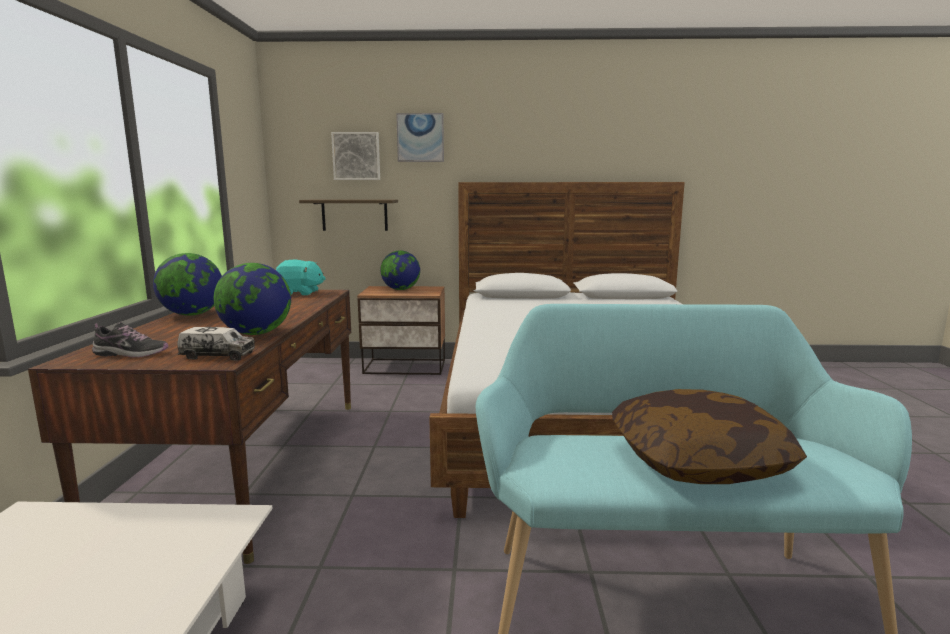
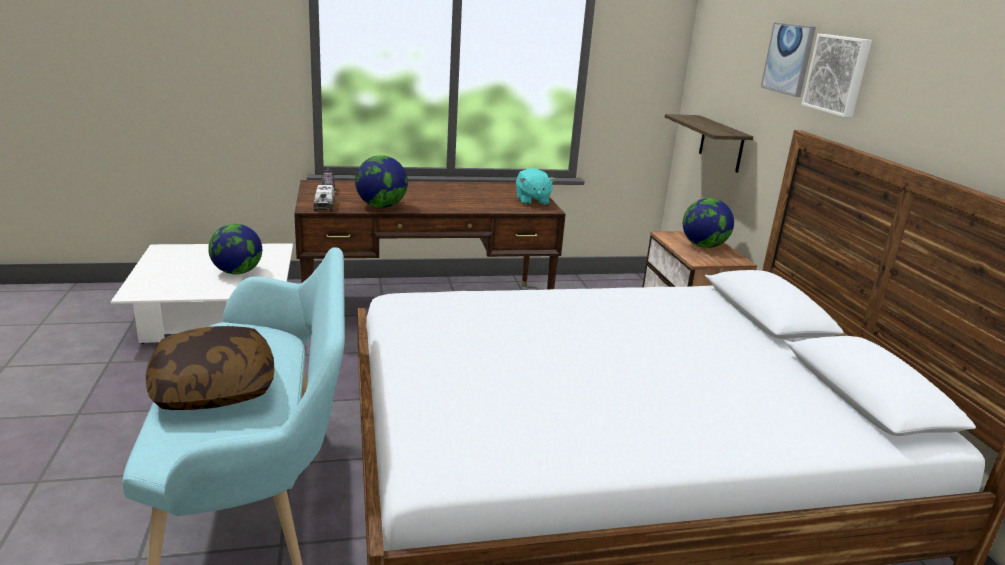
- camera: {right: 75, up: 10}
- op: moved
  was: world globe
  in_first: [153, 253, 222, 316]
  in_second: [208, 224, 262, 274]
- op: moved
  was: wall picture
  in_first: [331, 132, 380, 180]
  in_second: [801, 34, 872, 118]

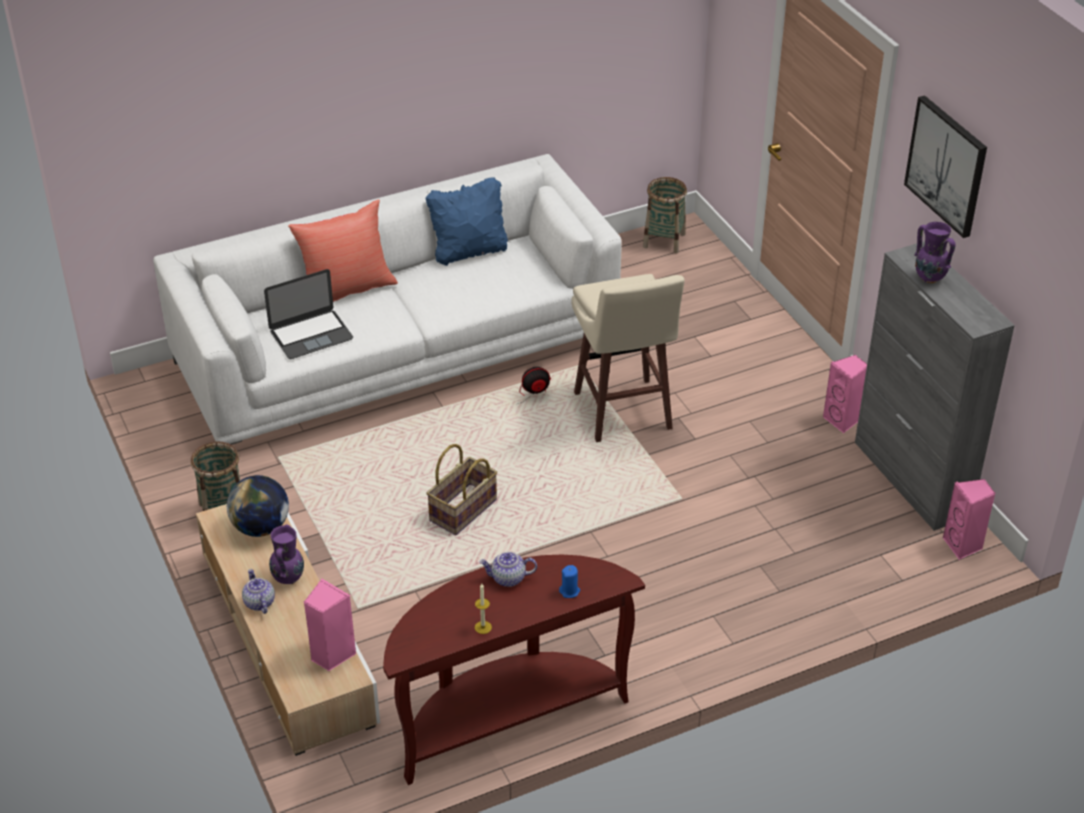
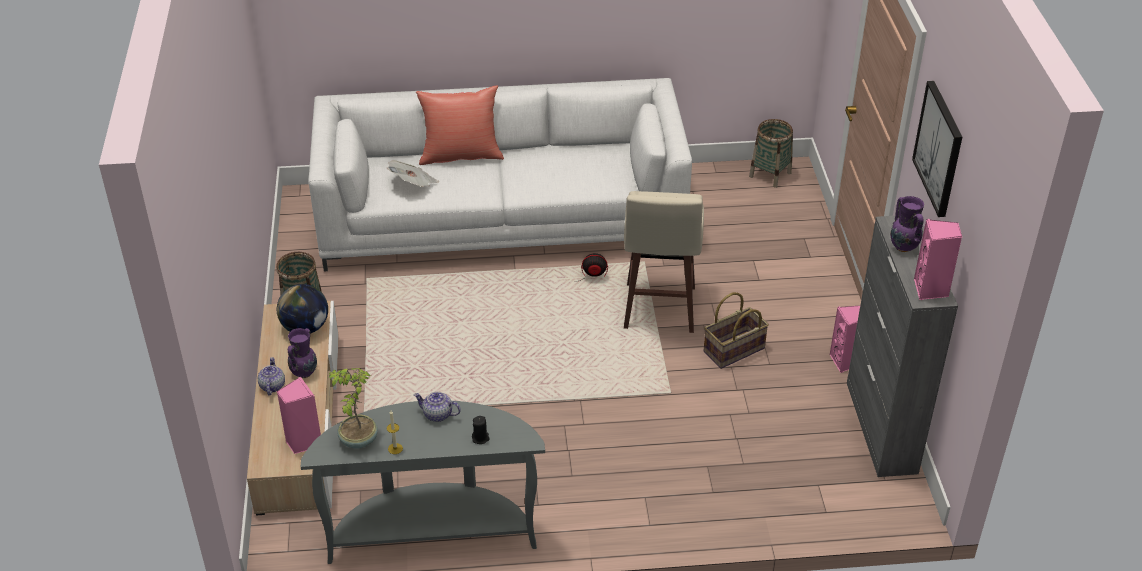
- camera: {right: 20, up: 0}
- op: removed
  was: throw pillow (blue-coloured)
  in_first: [425, 177, 508, 266]
- op: added
  now: plant in a pot
  in_second: [328, 368, 378, 448]
- op: moved
  was: storage basket
  in_first: [427, 444, 497, 535]
  in_second: [704, 292, 769, 369]
- op: moved
  was: loudspeaker (pink-coloured)
  in_first: [943, 479, 995, 560]
  in_second: [914, 219, 962, 300]
- op: replaced
  was: portable computer
  now: printed paper
  in_first: [264, 269, 353, 359]
  in_second: [387, 160, 439, 187]
- op: recoloured
  was: console table (brown)
  now: console table (greyish)
  in_first: [383, 554, 645, 785]
  in_second: [301, 401, 545, 564]
- op: recoloured
  was: wax candle (blue-coloured)
  now: wax candle (black-coloured)
  in_first: [559, 565, 580, 598]
  in_second: [472, 416, 490, 444]

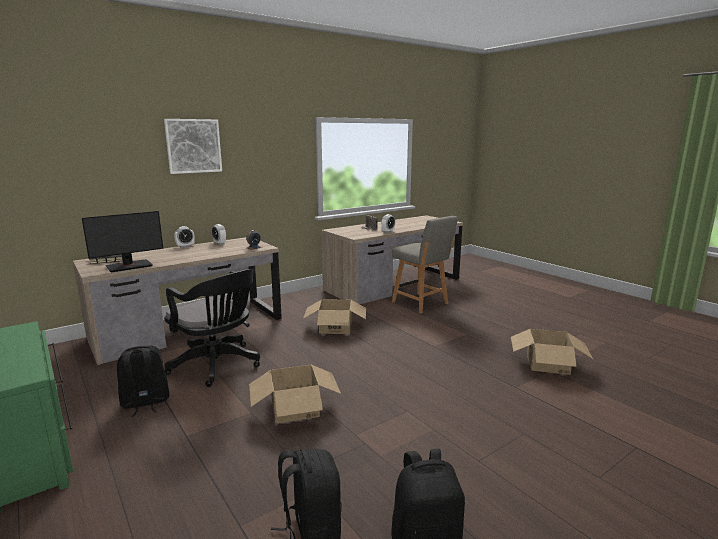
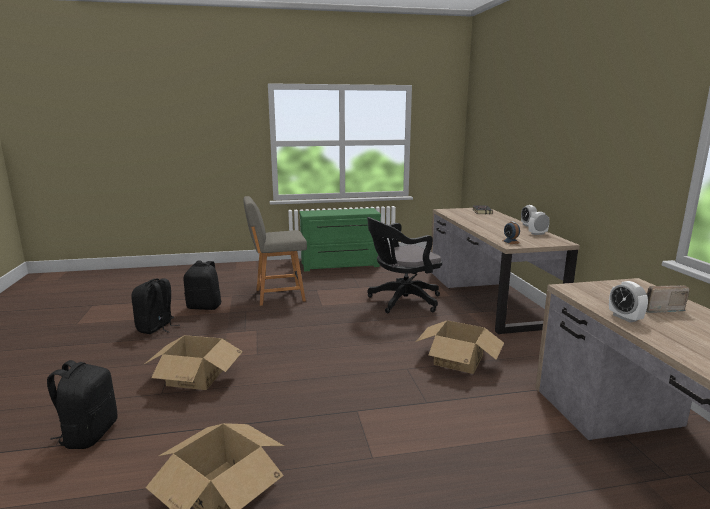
- camera: {right: 115, up: 0}
- op: removed
  was: computer screen
  in_first: [82, 211, 163, 272]
- op: removed
  was: wall picture
  in_first: [164, 119, 222, 174]
- op: moved
  was: knapsack (black-coloured)
  in_first: [117, 345, 169, 417]
  in_second: [47, 360, 118, 449]
- op: moved
  was: cardboard box
  in_first: [249, 365, 341, 424]
  in_second: [145, 335, 243, 390]
- op: moved
  was: chair (greyish)
  in_first: [392, 216, 458, 313]
  in_second: [243, 196, 307, 306]

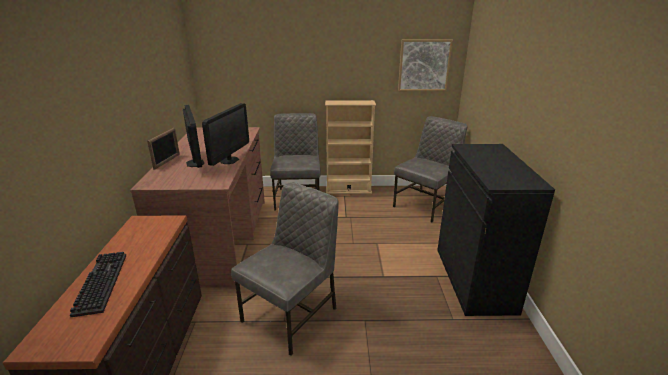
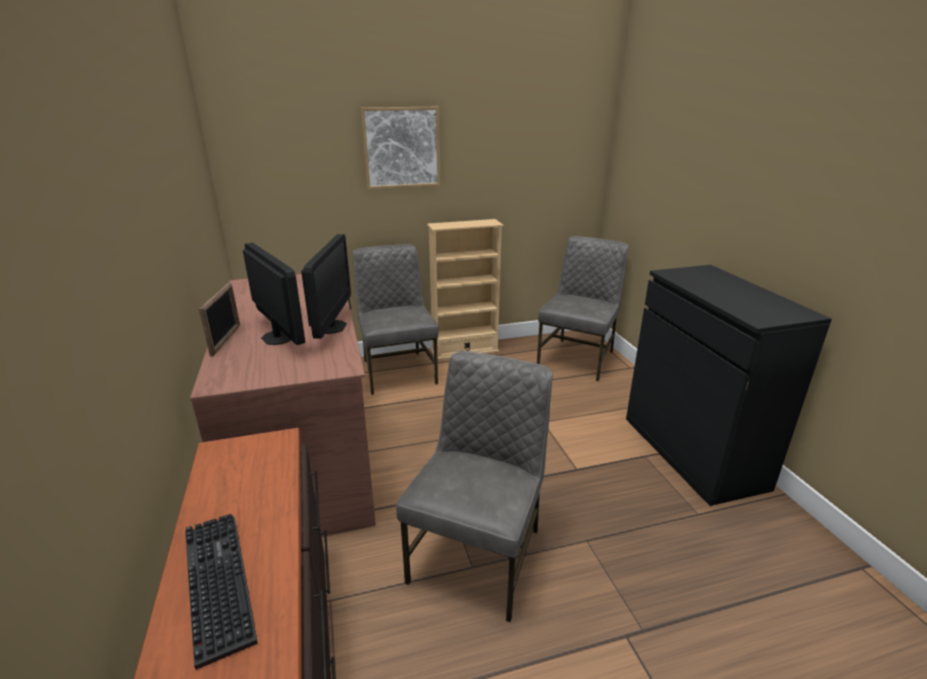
- camera: {right: -15, up: 0}
- op: moved
  was: wall picture
  in_first: [398, 39, 453, 91]
  in_second: [361, 107, 440, 189]

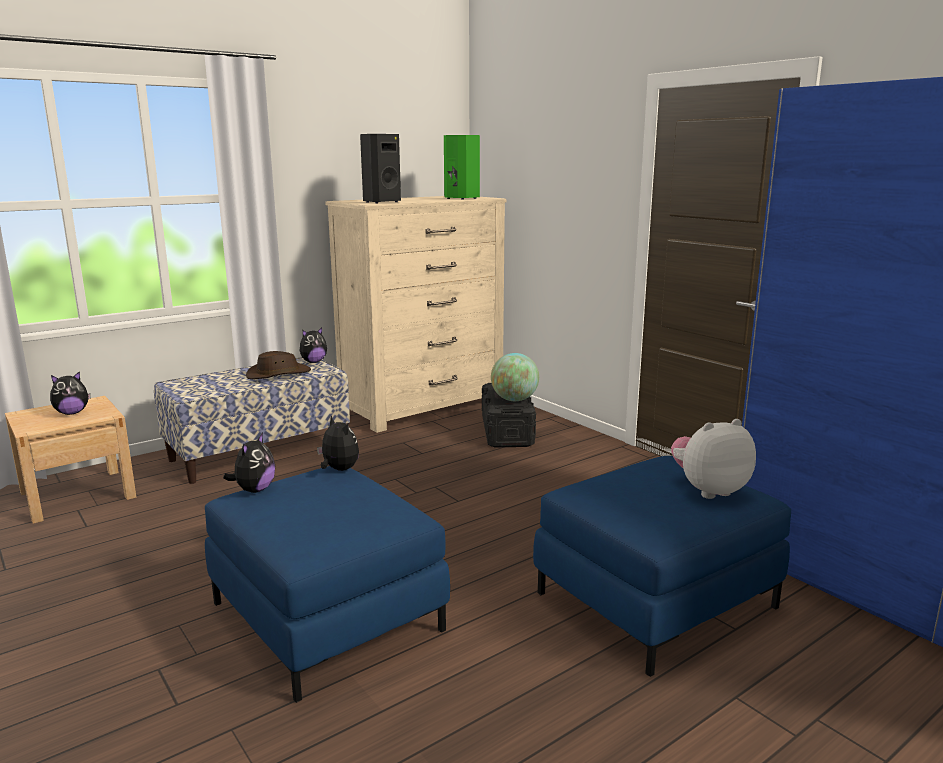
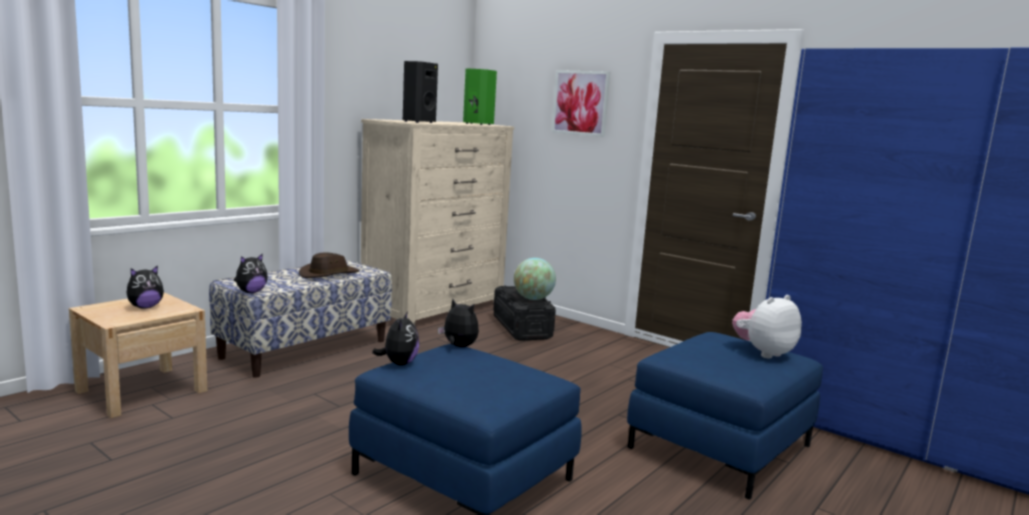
- camera: {right: -15, up: -5}
- op: added
  now: wall picture
  in_second: [552, 70, 610, 137]
- op: moved
  was: plush toy
  in_first: [300, 327, 327, 363]
  in_second: [234, 253, 268, 293]

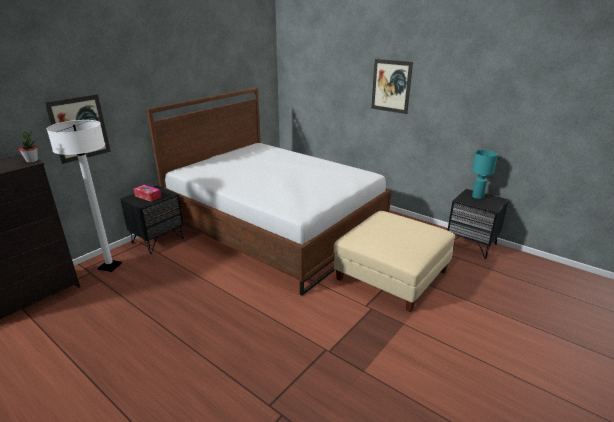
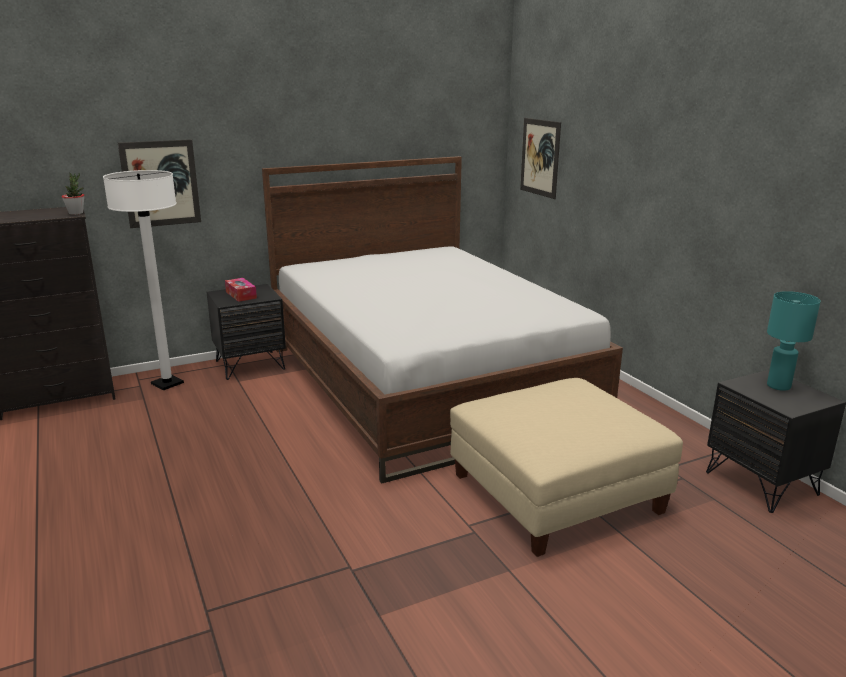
- camera: {right: 25, up: -5}
- op: moved
  was: wall picture
  in_first: [371, 59, 413, 114]
  in_second: [520, 118, 561, 199]

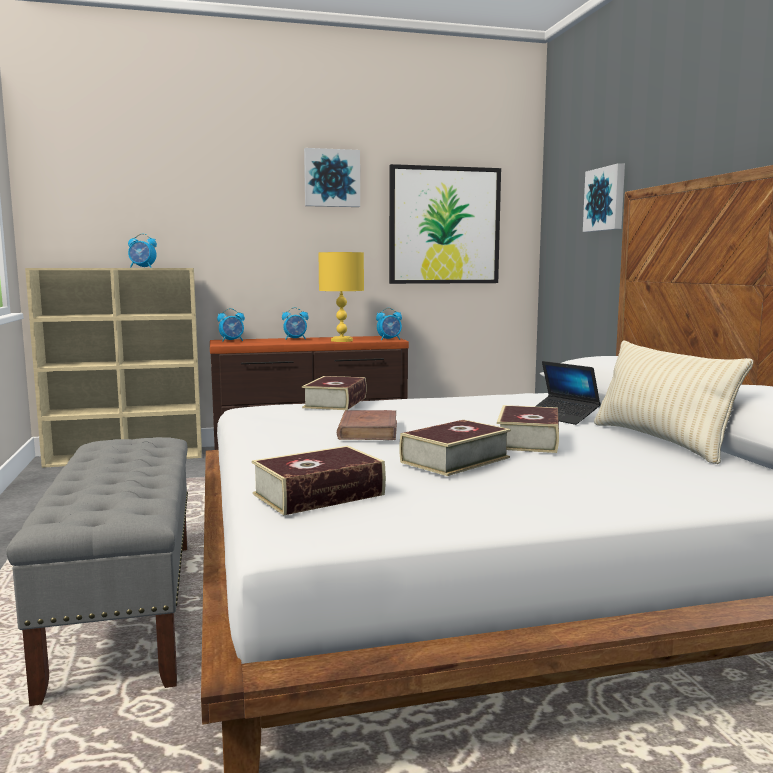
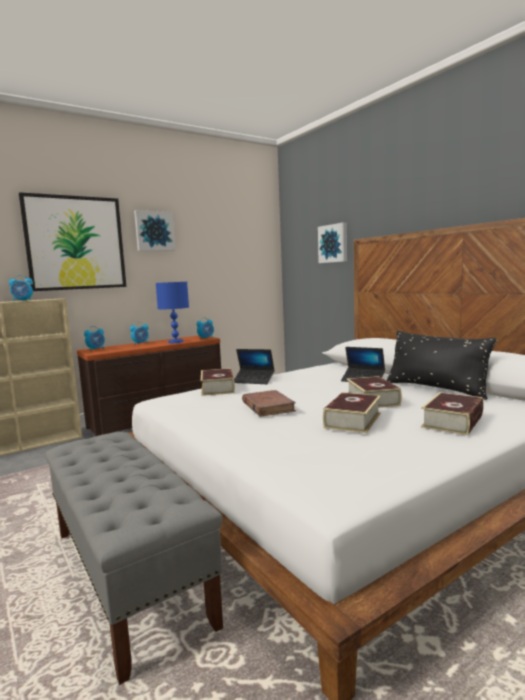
- camera: {right: -20, up: 0}
- op: added
  now: portable computer
  in_second: [234, 349, 274, 384]
- op: moved
  was: volume
  in_first: [252, 446, 386, 515]
  in_second: [421, 392, 483, 435]
- op: moved
  was: wall picture
  in_first: [389, 164, 501, 284]
  in_second: [19, 192, 126, 291]
- op: recoloured
  was: table lamp (yellow-coloured)
  now: table lamp (blue-coloured)
  in_first: [318, 252, 364, 342]
  in_second: [156, 282, 189, 343]
- op: recoloured
  was: throw pillow (beige)
  now: throw pillow (black-coloured)
  in_first: [594, 340, 753, 464]
  in_second: [387, 331, 497, 400]

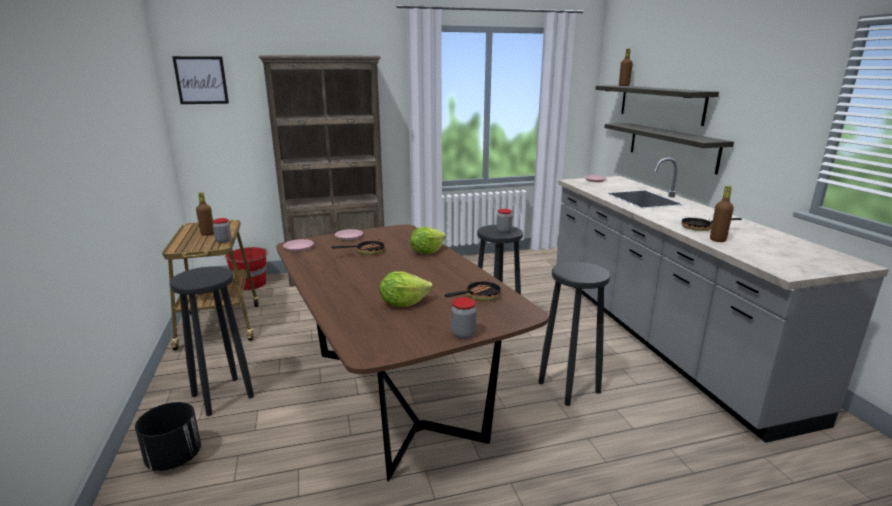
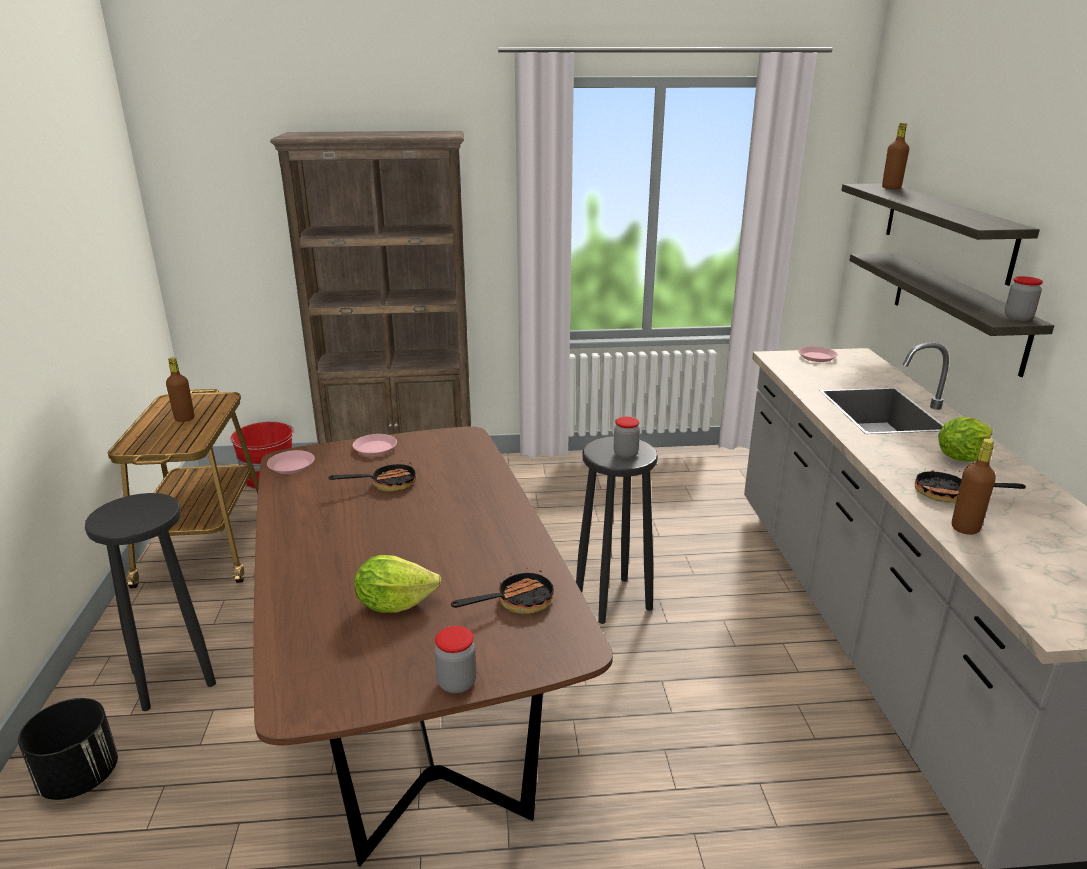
- camera: {right: 10, up: 5}
- op: removed
  was: wall picture
  in_first: [172, 56, 229, 104]
- op: removed
  was: sitting stool (black-coloured)
  in_first: [538, 262, 610, 406]
- op: moved
  was: storage jar
  in_first: [213, 218, 231, 243]
  in_second: [1005, 276, 1043, 321]
- op: moved
  was: lettuce
  in_first: [410, 227, 446, 254]
  in_second: [938, 417, 993, 462]

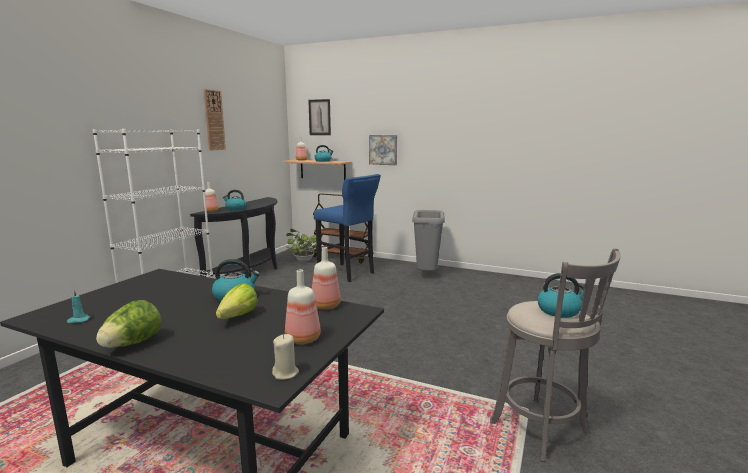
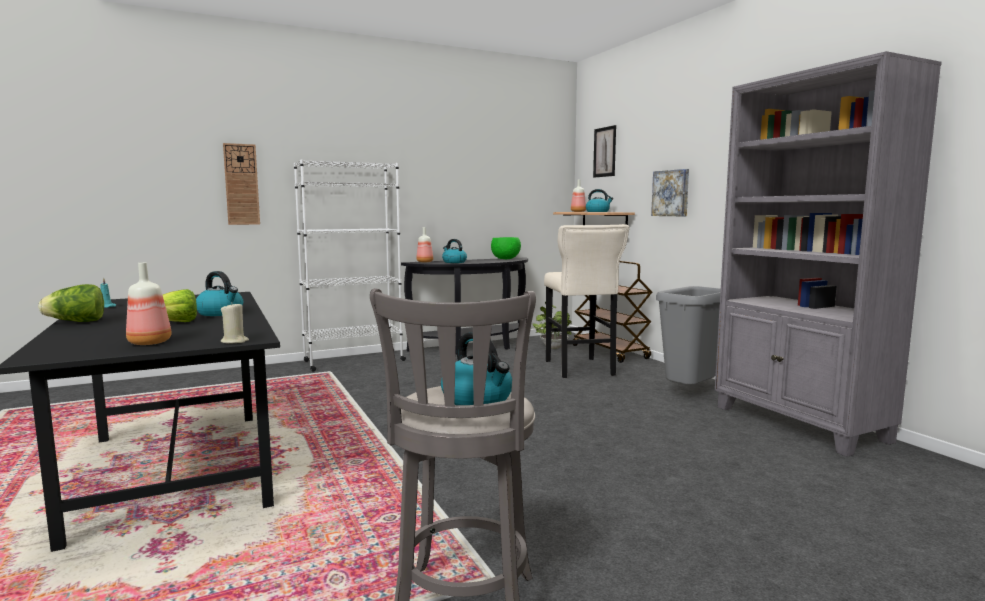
- camera: {right: 40, up: -5}
- op: removed
  was: beverage bottle
  in_first: [312, 247, 341, 310]
- op: added
  now: serving bowl (greenish)
  in_second: [491, 237, 521, 259]
- op: added
  now: shelving unit (greyish)
  in_second: [715, 51, 942, 457]
- op: moved
  was: wall clock
  in_first: [204, 89, 226, 151]
  in_second: [223, 143, 260, 225]
- op: moved
  was: wax candle (beige)
  in_first: [272, 334, 299, 380]
  in_second: [221, 303, 249, 344]
- op: recoloured
  was: sitting stool (blue-coloured)
  now: sitting stool (beige)
  in_first: [314, 174, 381, 282]
  in_second: [544, 224, 630, 378]

